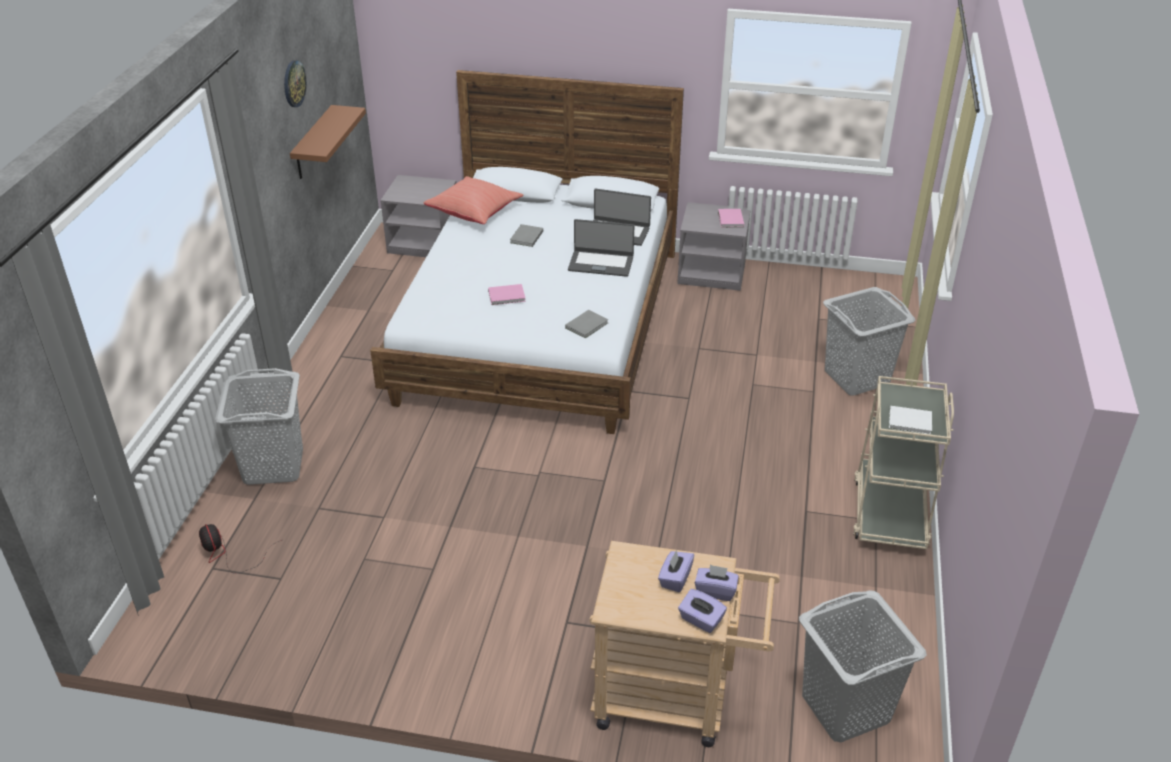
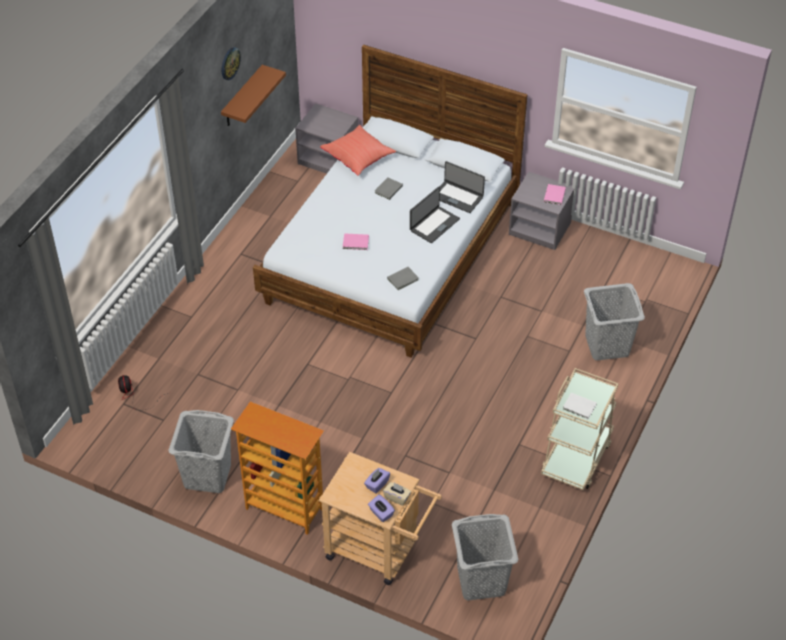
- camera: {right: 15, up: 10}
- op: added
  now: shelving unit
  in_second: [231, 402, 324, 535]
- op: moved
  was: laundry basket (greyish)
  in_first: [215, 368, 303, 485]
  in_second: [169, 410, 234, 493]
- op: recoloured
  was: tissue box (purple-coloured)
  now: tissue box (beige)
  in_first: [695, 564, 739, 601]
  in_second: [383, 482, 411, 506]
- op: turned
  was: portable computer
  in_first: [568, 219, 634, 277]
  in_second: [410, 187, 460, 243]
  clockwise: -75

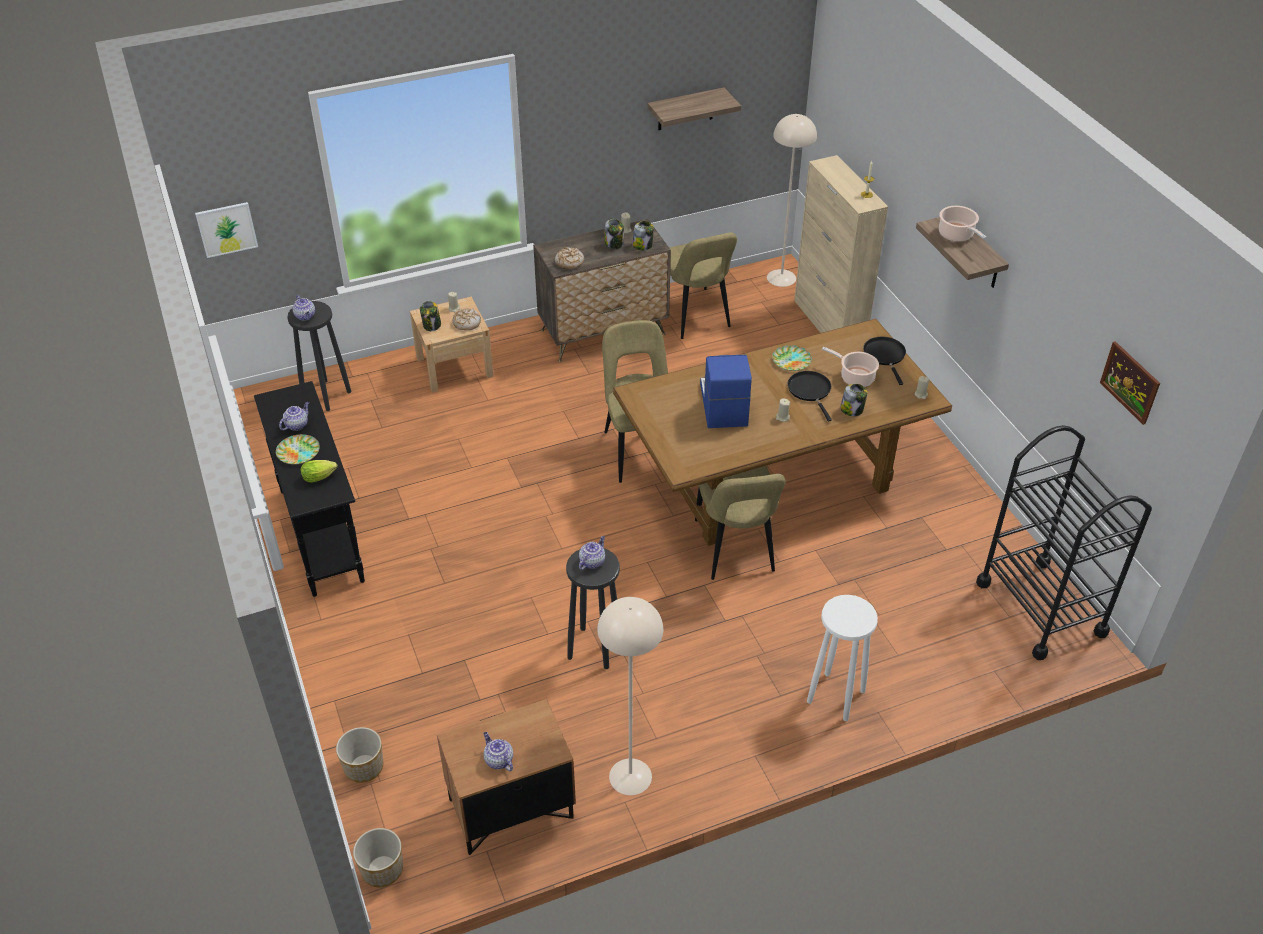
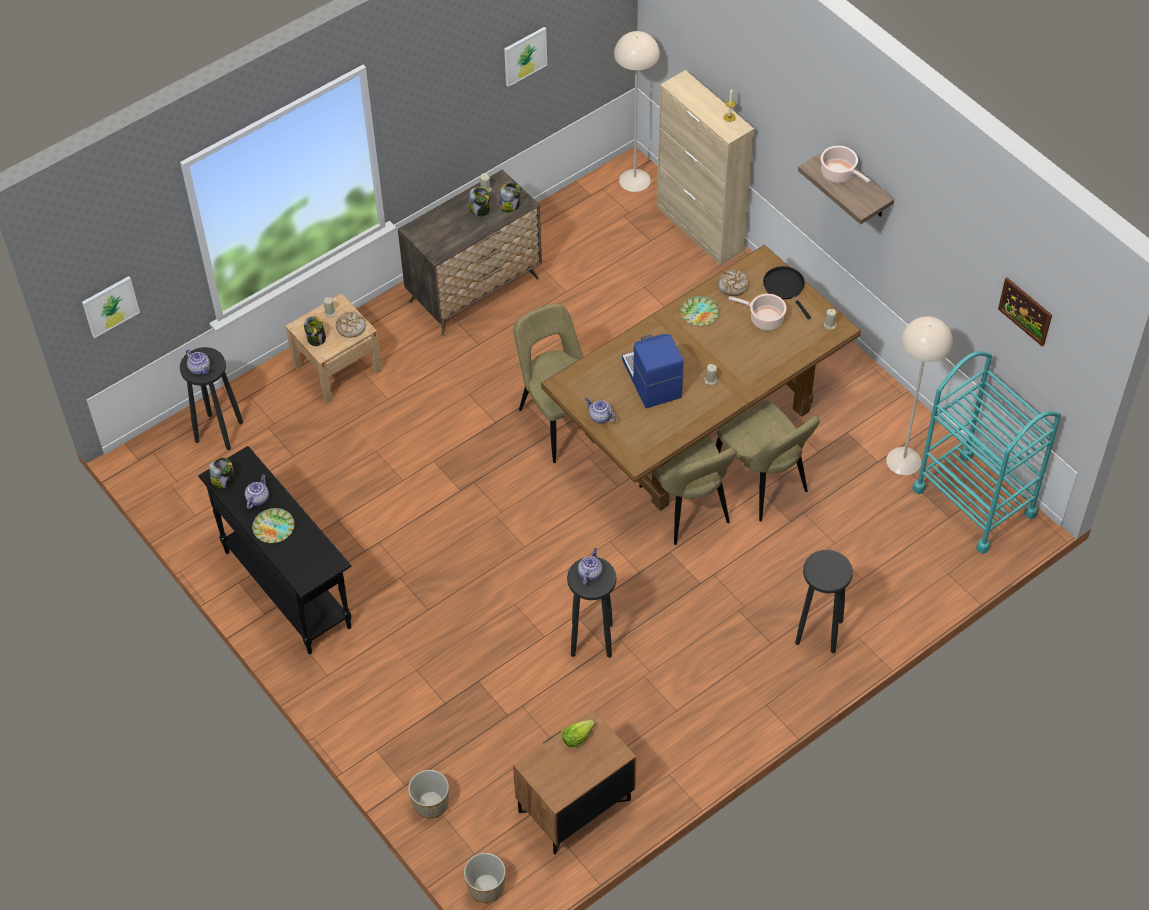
- camera: {right: -15, up: 10}
- op: removed
  was: frying pan (black-coloured)
  in_first: [788, 371, 832, 421]
- op: moved
  was: lettuce
  in_first: [301, 460, 337, 483]
  in_second: [562, 720, 595, 748]
- op: moved
  was: tea pot
  in_first: [483, 732, 513, 771]
  in_second: [585, 398, 616, 424]
- op: moved
  was: bread
  in_first: [555, 247, 584, 269]
  in_second: [718, 270, 749, 296]
- op: moved
  was: standing lamp (beige)
  in_first: [597, 597, 663, 795]
  in_second: [886, 316, 953, 475]
- op: moved
  was: chair (beige)
  in_first: [669, 232, 737, 339]
  in_second: [716, 400, 820, 521]
- op: moved
  was: storage jar
  in_first: [840, 384, 868, 416]
  in_second: [209, 457, 234, 488]
- op: replaced
  was: bracket shelf
  now: wall picture
  in_first: [647, 88, 741, 130]
  in_second: [504, 27, 547, 87]
- op: recoloured
  was: sitting stool (white)
  now: sitting stool (black-coloured)
  in_first: [807, 595, 878, 721]
  in_second: [795, 550, 853, 653]
- op: recoloured
  was: wheeled cart (black-coloured)
  now: wheeled cart (blue-green)
  in_first: [976, 425, 1152, 660]
  in_second: [912, 351, 1061, 554]

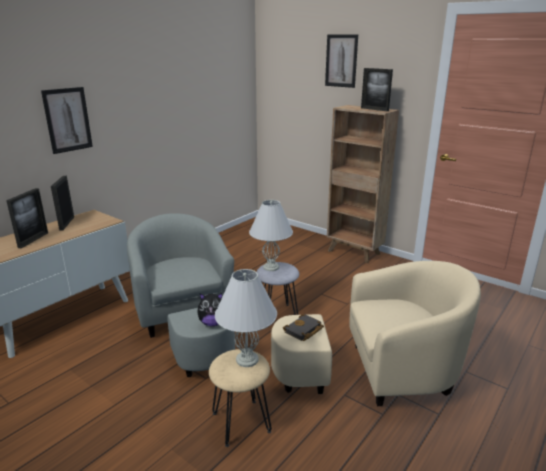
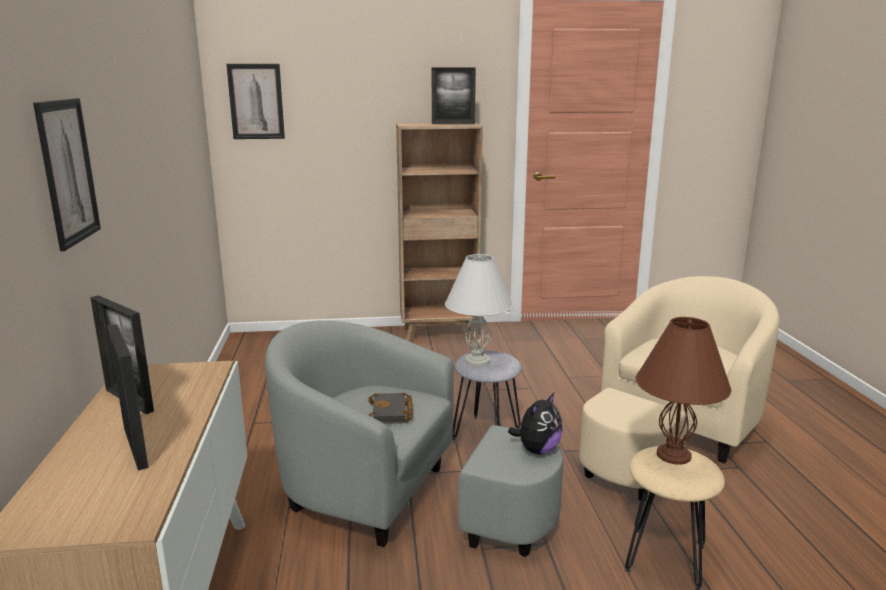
- camera: {right: -45, up: -5}
- op: moved
  was: volume (black-coloured)
  in_first: [283, 314, 324, 341]
  in_second: [368, 392, 413, 424]
- op: moved
  was: wall picture
  in_first: [325, 34, 358, 88]
  in_second: [226, 64, 285, 139]
- op: recoloured
  was: table lamp (white)
  now: table lamp (brown)
  in_first: [215, 269, 277, 367]
  in_second: [636, 317, 731, 465]

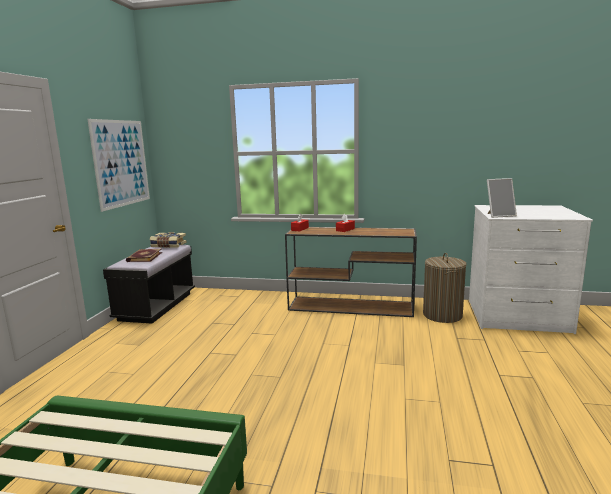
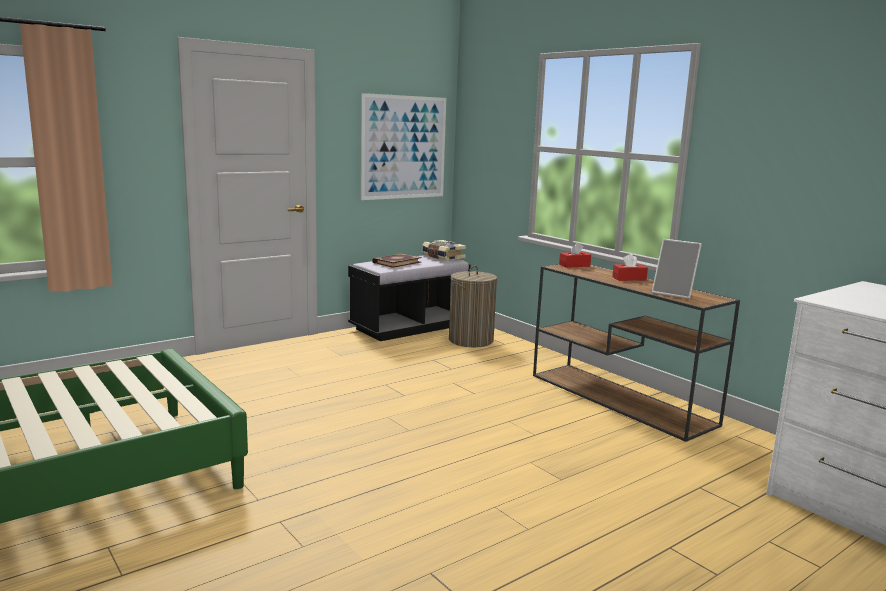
- camera: {right: 40, up: 0}
- op: moved
  was: laundry basket
  in_first: [423, 253, 467, 323]
  in_second: [449, 266, 497, 347]
- op: moved
  was: photo frame
  in_first: [487, 178, 517, 218]
  in_second: [652, 239, 702, 299]

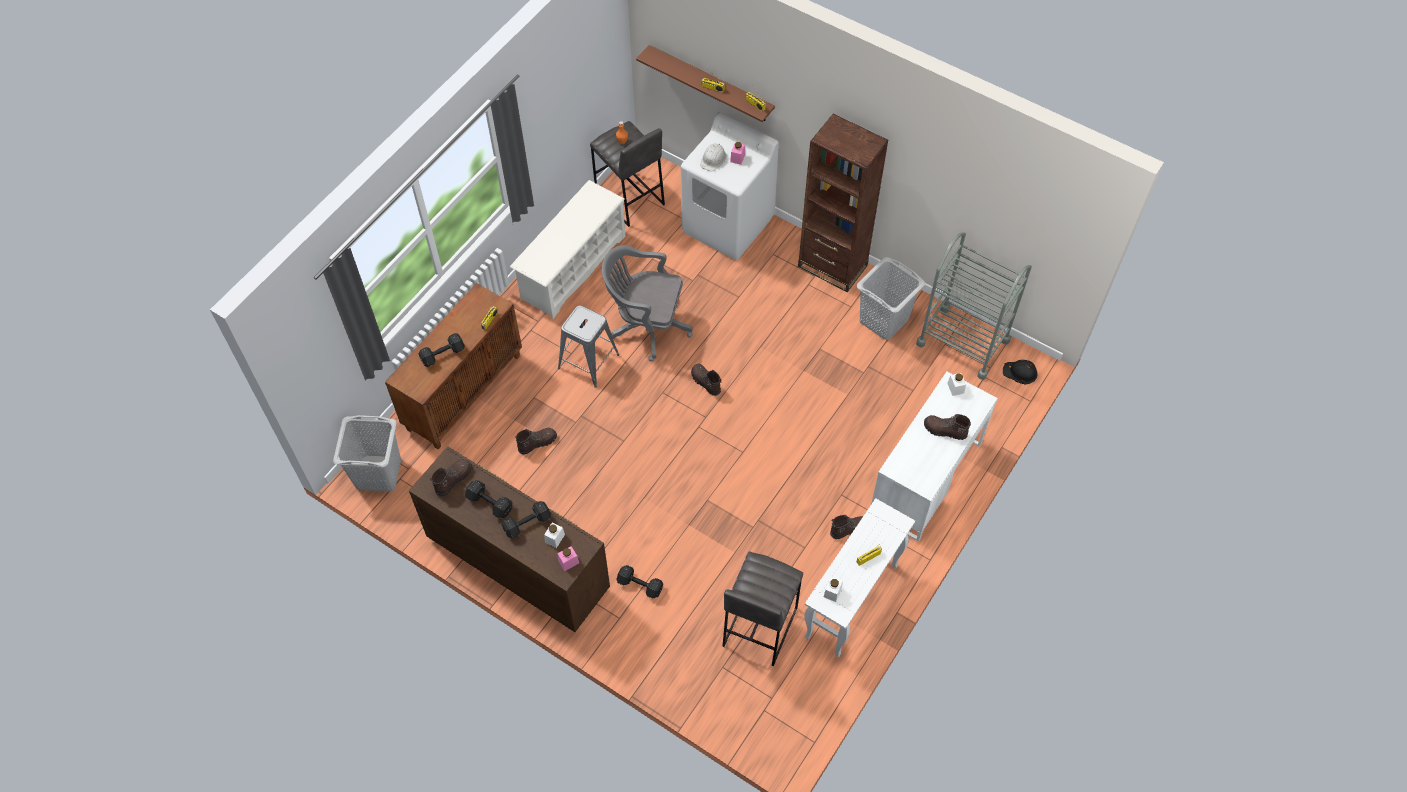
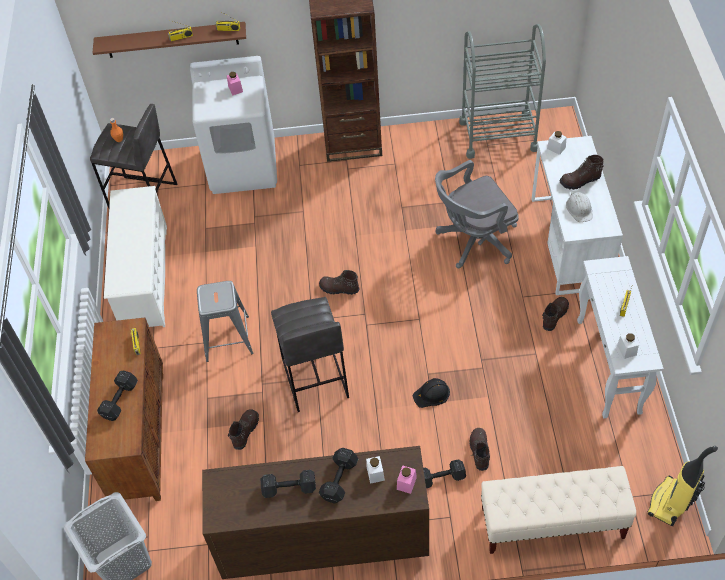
- camera: {right: -35, up: -5}
- op: removed
  was: laundry basket (greyish)
  in_first: [857, 257, 925, 340]
- op: added
  now: long seat (beige)
  in_second: [481, 466, 636, 554]
- op: added
  now: vacuum cleaner
  in_second: [648, 446, 718, 526]
- op: moved
  was: boot (brown)
  in_first: [430, 459, 472, 497]
  in_second: [469, 428, 490, 471]
- op: moved
  was: computer chair (greyish)
  in_first: [602, 245, 693, 362]
  in_second: [435, 160, 519, 268]
- op: moved
  was: hard hat (white)
  in_first: [701, 144, 726, 171]
  in_second: [566, 192, 592, 222]
- op: moved
  was: sitting stool (greyish)
  in_first: [723, 551, 803, 667]
  in_second: [271, 297, 349, 412]
- op: moved
  was: hard hat (black-coloured)
  in_first: [1003, 360, 1038, 385]
  in_second: [412, 378, 450, 408]

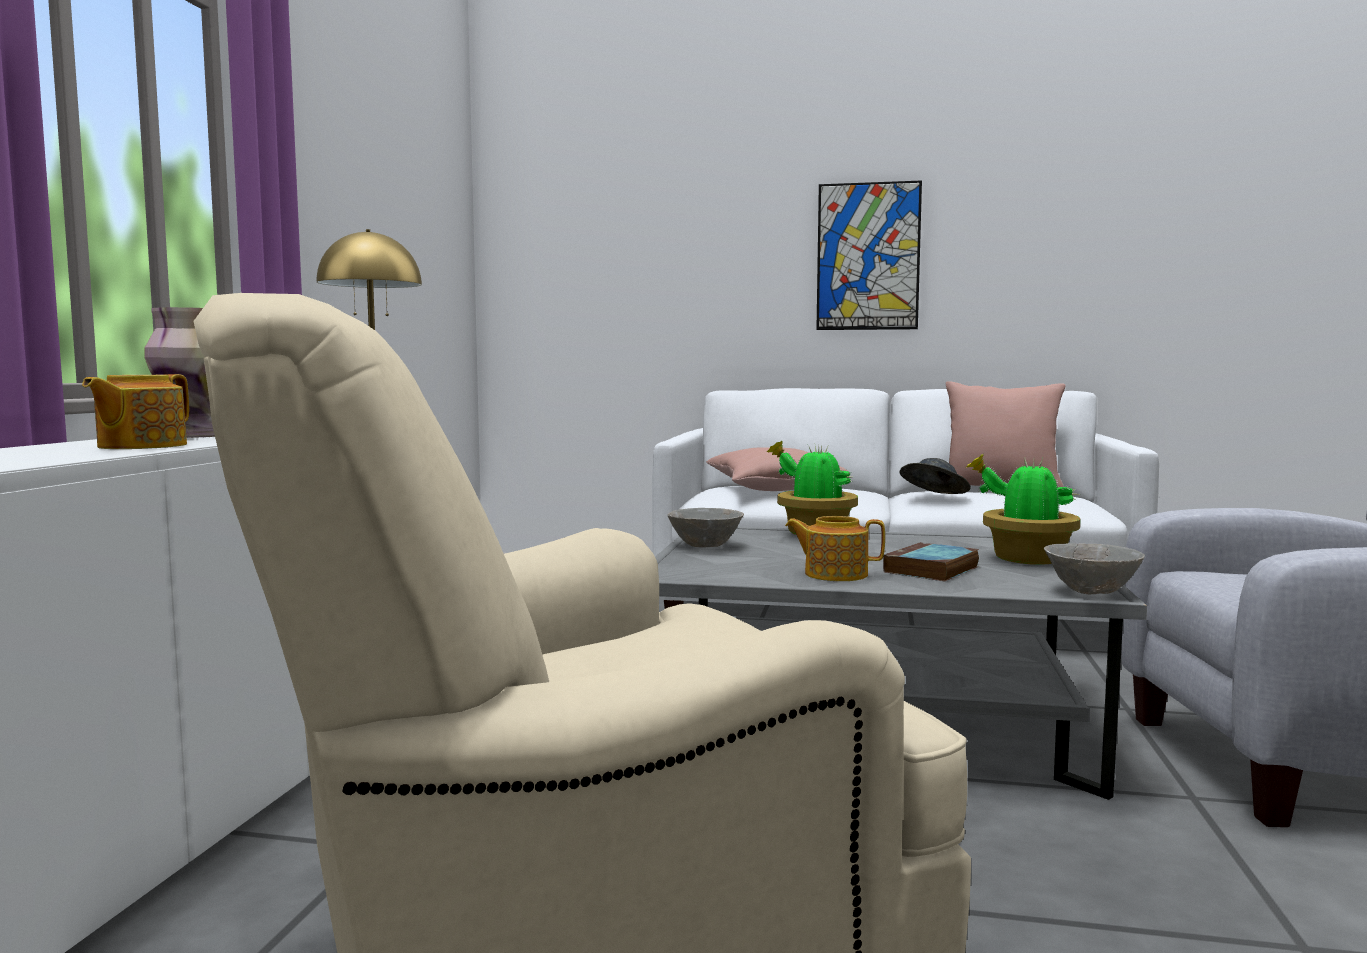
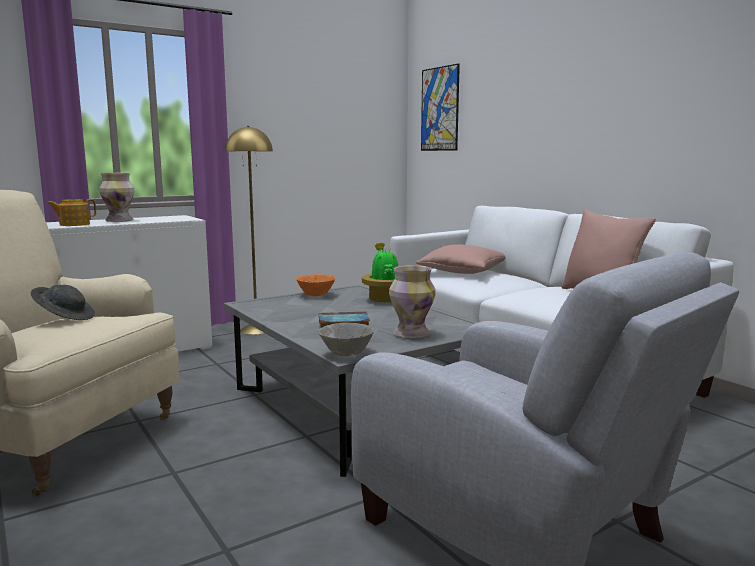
- camera: {right: 45, up: 5}
- op: removed
  was: tea pot
  in_first: [785, 516, 885, 581]
- op: moved
  was: wall picture
  in_first: [816, 180, 922, 330]
  in_second: [421, 63, 460, 151]
- op: moved
  was: wearable hat (greyish)
  in_first: [899, 458, 971, 494]
  in_second: [31, 285, 95, 320]
- op: replaced
  was: plant in a pot
  now: flower vase
  in_first: [966, 454, 1081, 564]
  in_second: [389, 265, 436, 338]
- op: recoloured
  was: serving bowl (greyish)
  now: serving bowl (orange)
  in_first: [668, 508, 744, 547]
  in_second: [296, 274, 336, 296]

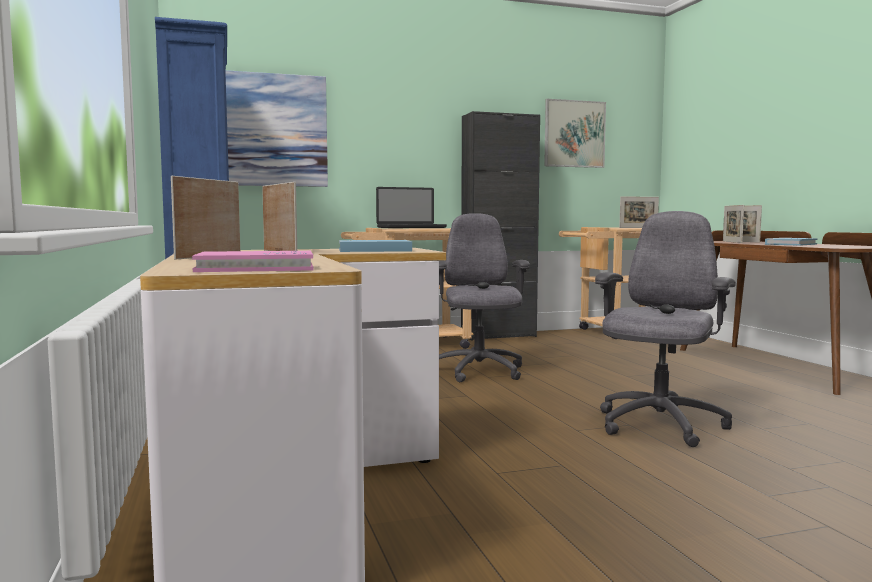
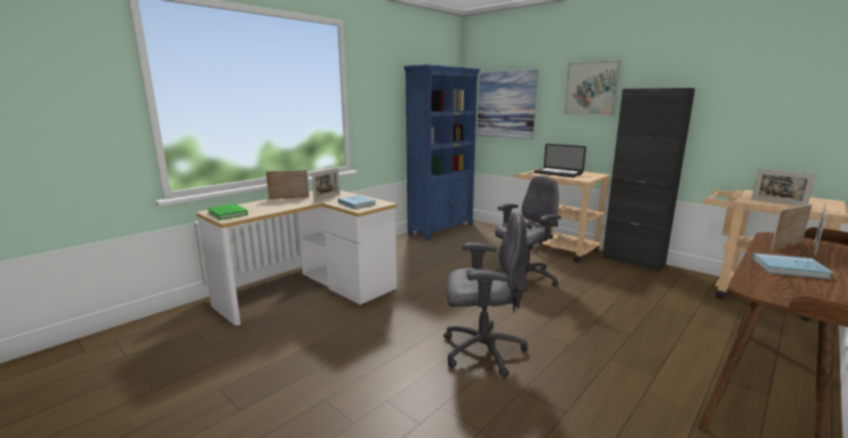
- camera: {right: 60, up: 10}
- op: moved
  was: wall picture
  in_first: [544, 99, 606, 168]
  in_second: [564, 60, 621, 116]
- op: recoloured
  was: volume (pink-coloured)
  now: volume (greenish)
  in_first: [192, 251, 313, 272]
  in_second: [208, 204, 248, 220]

